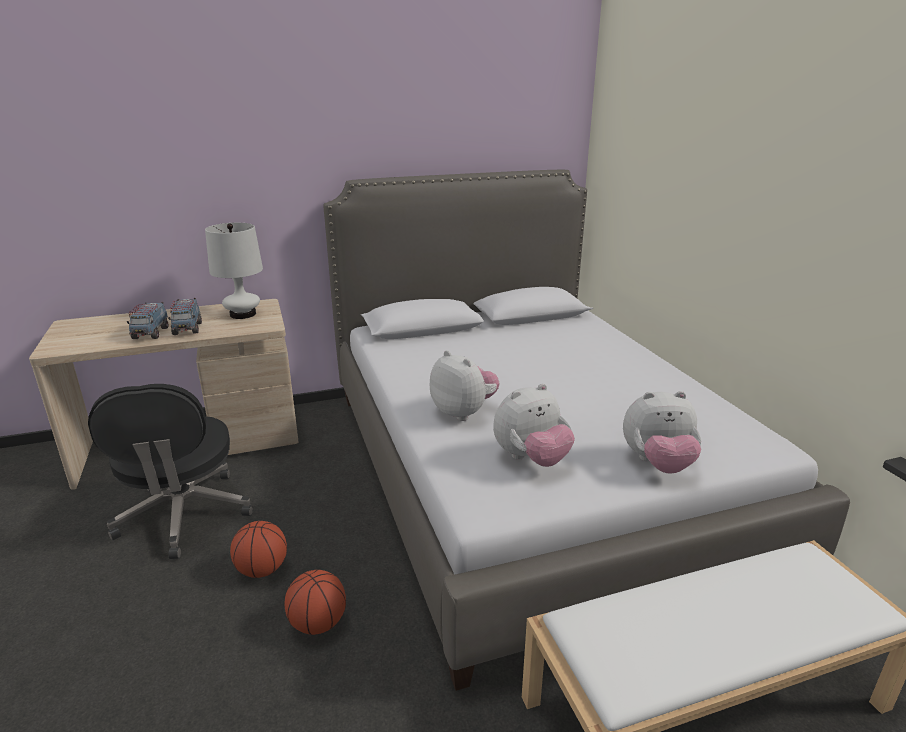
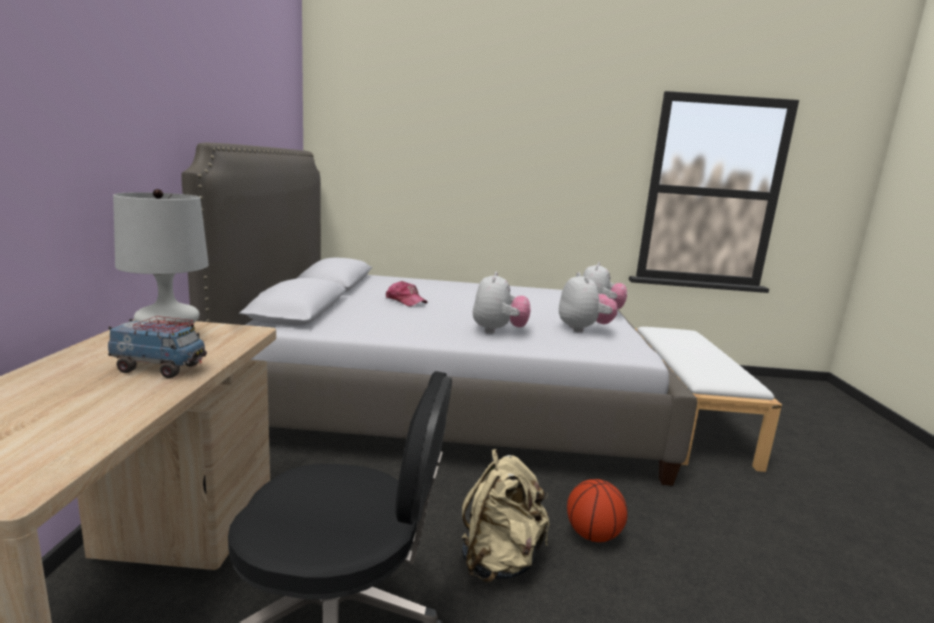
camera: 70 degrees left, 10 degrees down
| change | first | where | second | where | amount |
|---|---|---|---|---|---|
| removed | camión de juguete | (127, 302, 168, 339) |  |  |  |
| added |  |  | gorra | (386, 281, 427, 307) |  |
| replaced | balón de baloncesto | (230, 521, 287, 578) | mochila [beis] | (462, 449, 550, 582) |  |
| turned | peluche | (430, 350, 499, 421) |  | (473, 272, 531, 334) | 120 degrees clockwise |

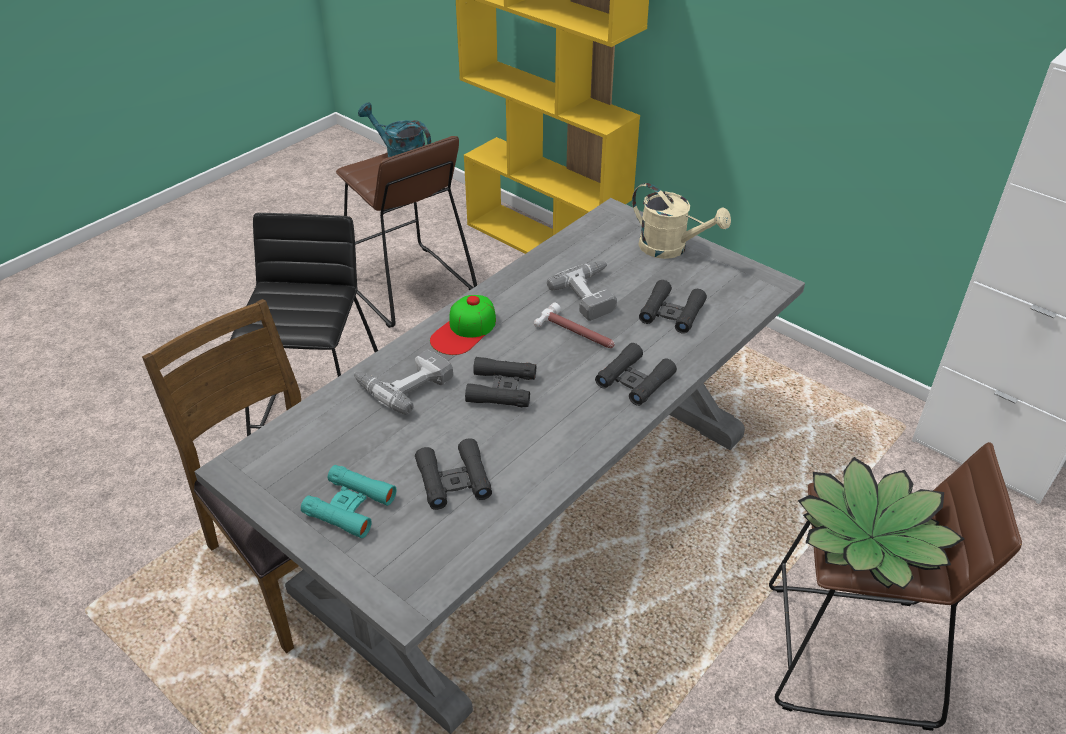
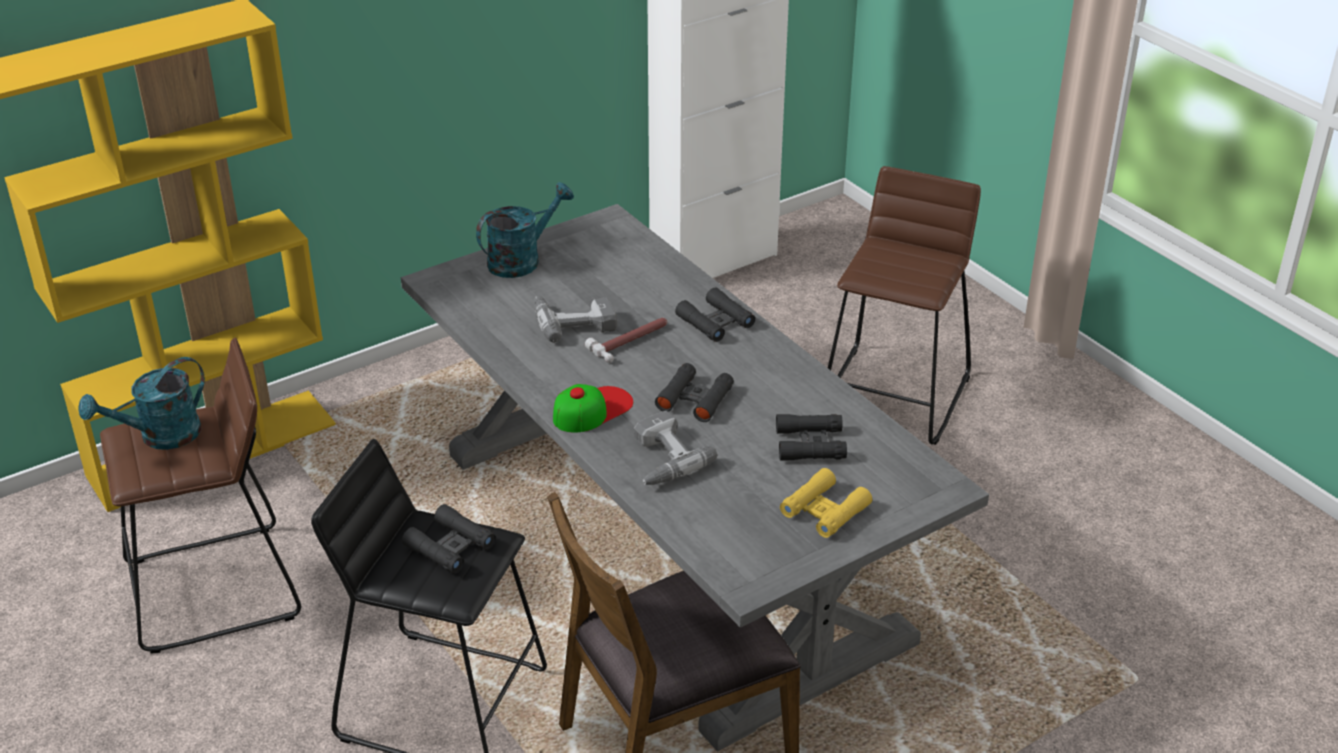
camera: 75 degrees left, 5 degrees down
| change | first | where | second | where | amount |
|---|---|---|---|---|---|
| removed | planta en maceta | (798, 457, 965, 589) |  |  |  |
| moved | prismáticos [negro] | (639, 280, 707, 334) |  | (402, 504, 496, 574) |  |
| recoloured | prismáticos [turquesa] | (301, 465, 396, 538) | prismáticos [amarillo] | (780, 468, 872, 538) |  |
| recoloured | regadera [beis] | (632, 183, 731, 259) | regadera [turquesa] | (476, 182, 574, 278) |  |
| turned | gorra | (430, 295, 496, 355) |  | (553, 384, 633, 433) | 90 degrees counterclockwise |

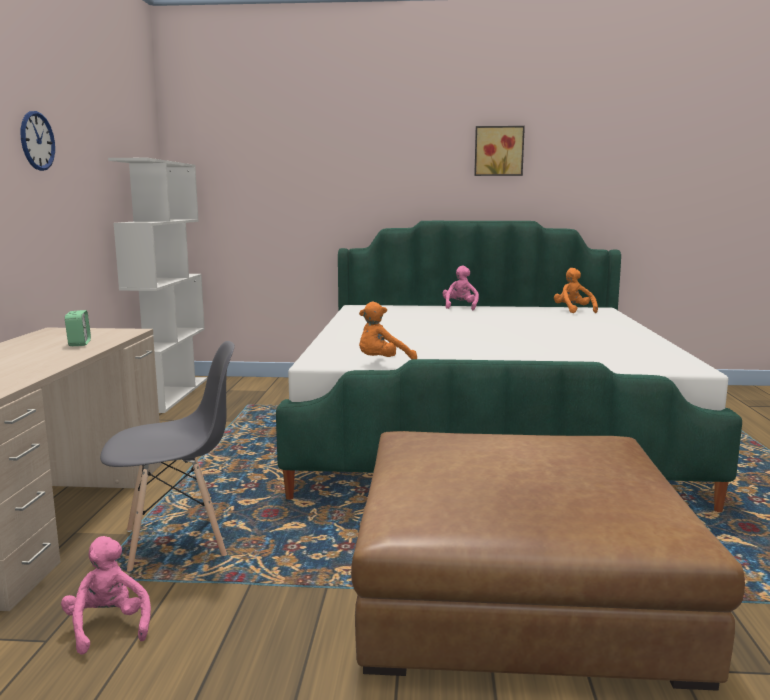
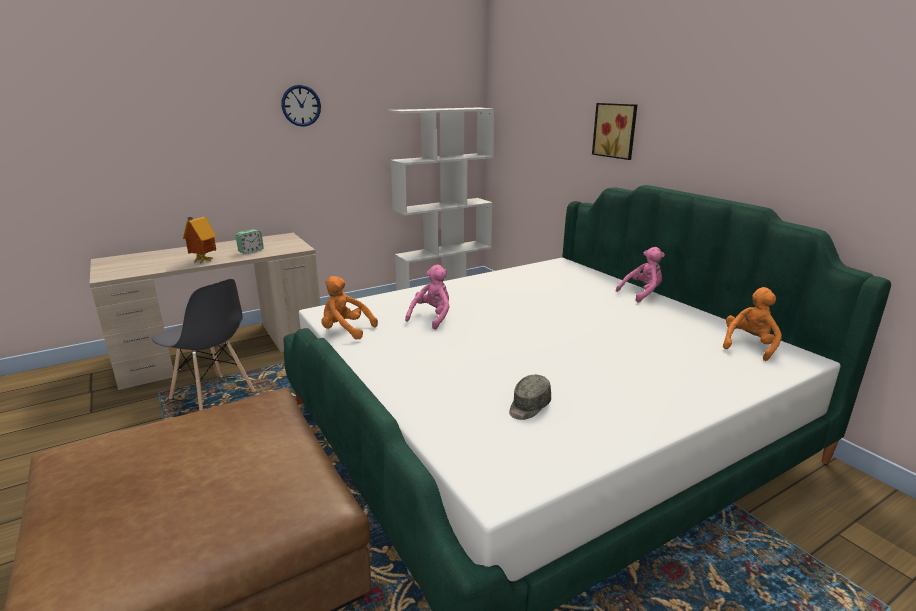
camera: 55 degrees right, 10 degrees up
| change | first | where | second | where | amount |
|---|---|---|---|---|---|
| added |  |  | casita | (183, 217, 216, 263) |  |
| added |  |  | gorra [gris] | (509, 375, 551, 420) |  |
| moved | peluche [rosa] | (61, 536, 151, 655) |  | (405, 264, 449, 330) |  |
| moved | cuadro | (474, 126, 525, 176) |  | (592, 103, 637, 160) |  |

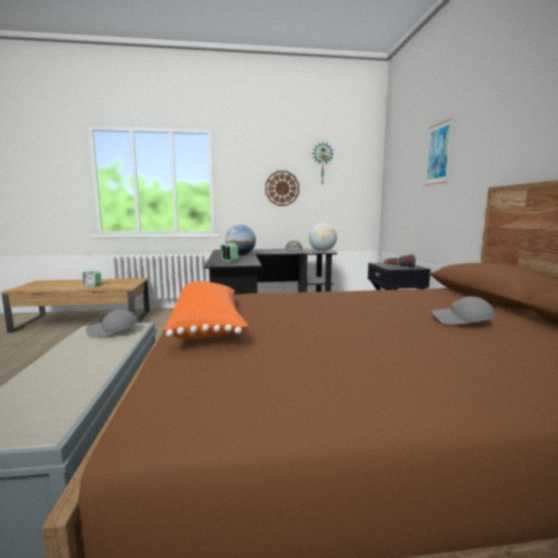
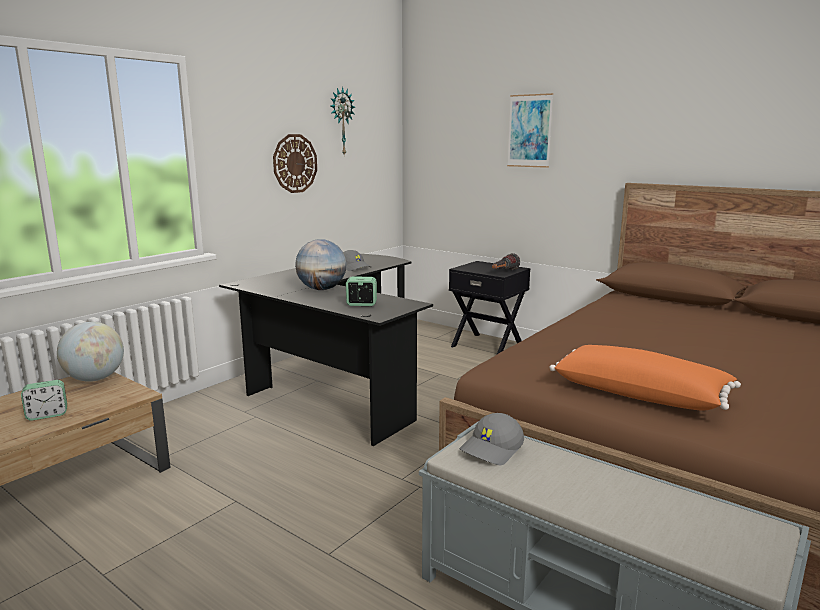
camera: 45 degrees left, 5 degrees up
| change | first | where | second | where | amount |
|---|---|---|---|---|---|
| removed | gorra [gris] | (432, 296, 495, 325) |  |  |  |
| moved | globo terráqueo | (309, 224, 337, 252) |  | (57, 322, 124, 382) |  |

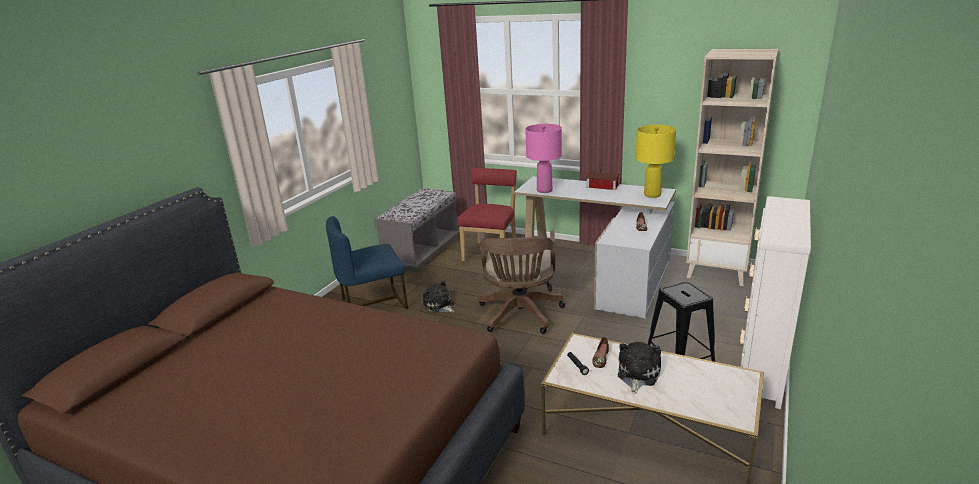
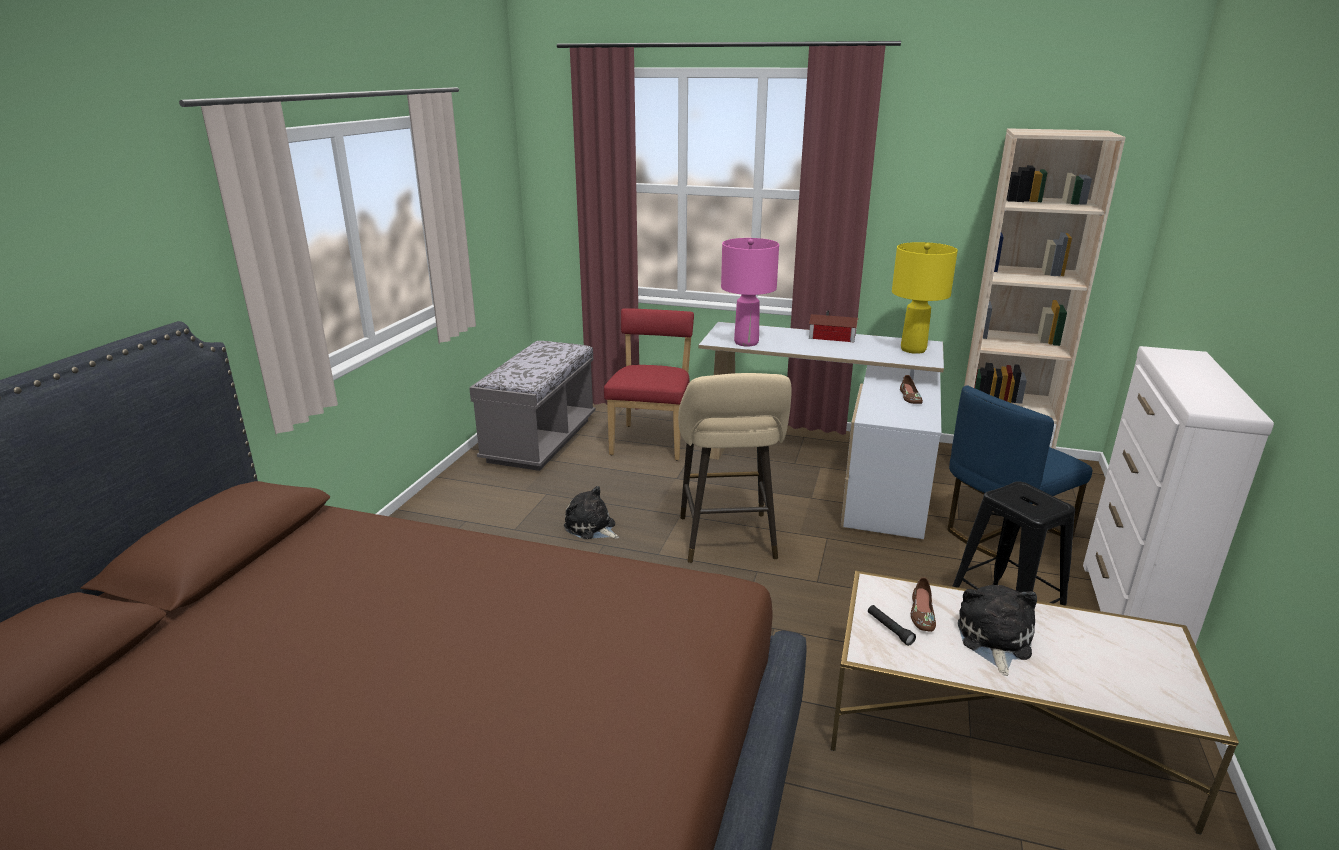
camera: 10 degrees left, 0 degrees up
| change | first | where | second | where | amount |
|---|---|---|---|---|---|
| moved | silla [azul] | (326, 216, 408, 309) |  | (947, 385, 1092, 558) |  |
| replaced | silla de oficina [marrón] | (478, 231, 565, 334) | taburete [beis] | (678, 373, 792, 563) |  |

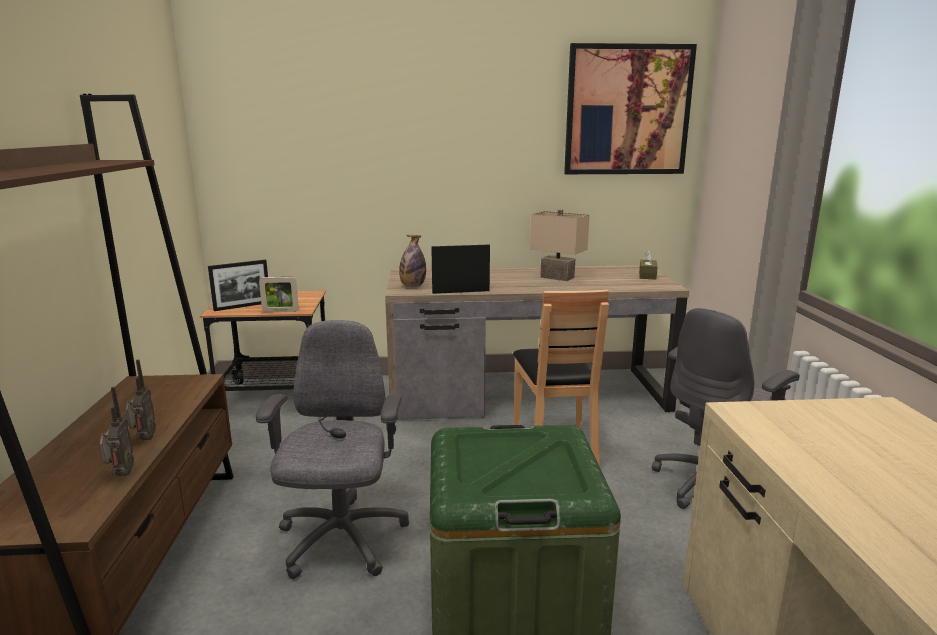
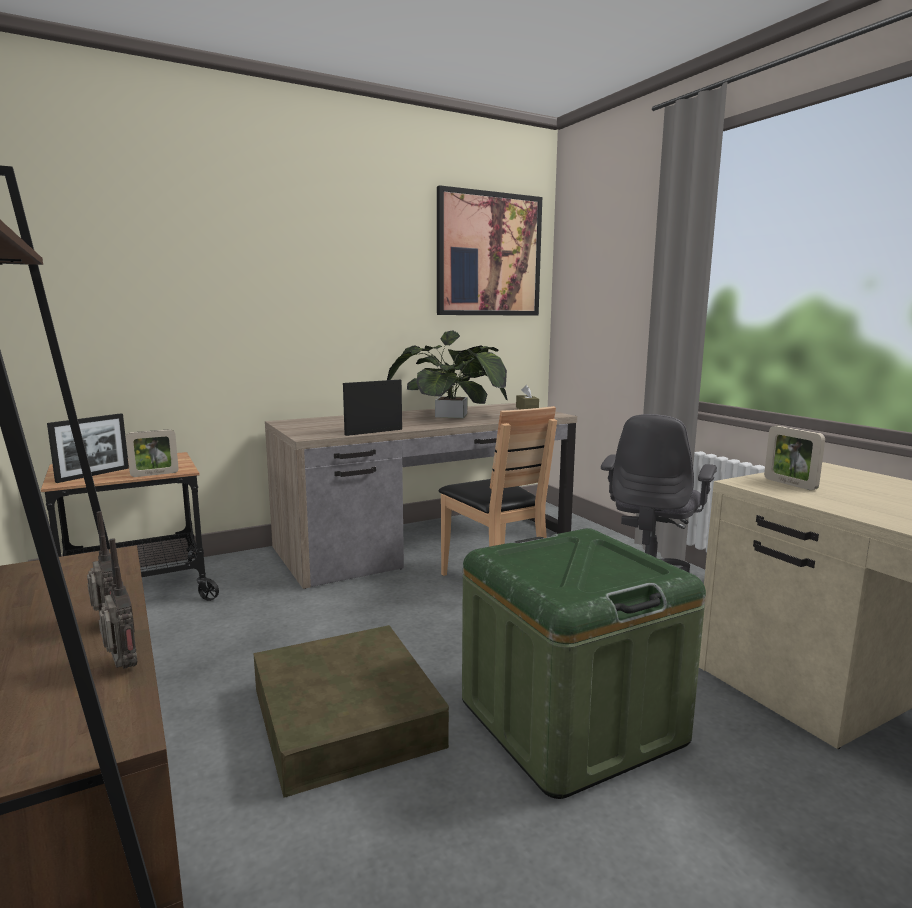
camera: 25 degrees left, 5 degrees down
| change | first | where | second | where | amount |
|---|---|---|---|---|---|
| removed | botella | (399, 235, 426, 287) |  |  |  |
| added |  |  | portarretratos | (764, 426, 825, 490) |  |
| replaced | silla de oficina [gris] | (256, 320, 409, 579) | caja de almacenaje [marrón] | (253, 625, 449, 798) |  |
| replaced | lámpara de mesa [beis] | (530, 209, 590, 281) | planta en maceta | (387, 330, 507, 418) |  |

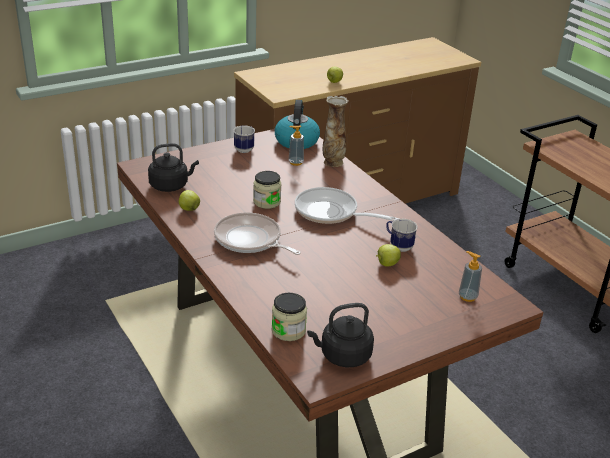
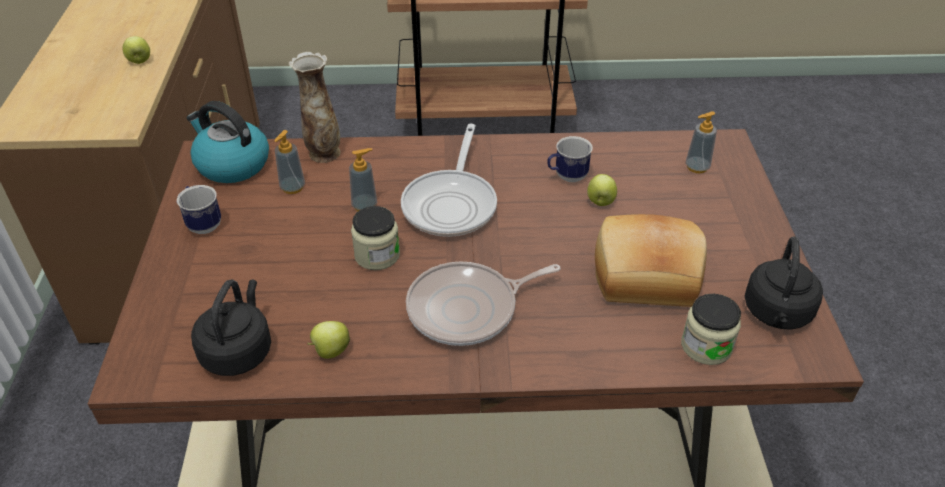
camera: 60 degrees left, 10 degrees up
| change | first | where | second | where | amount |
|---|---|---|---|---|---|
| added |  |  | dispensador de jabón | (349, 148, 377, 211) |  |
| added |  |  | pan | (595, 214, 707, 307) |  |
| turned | sartén | (295, 187, 399, 224) |  | (401, 124, 497, 237) | 45 degrees counterclockwise |

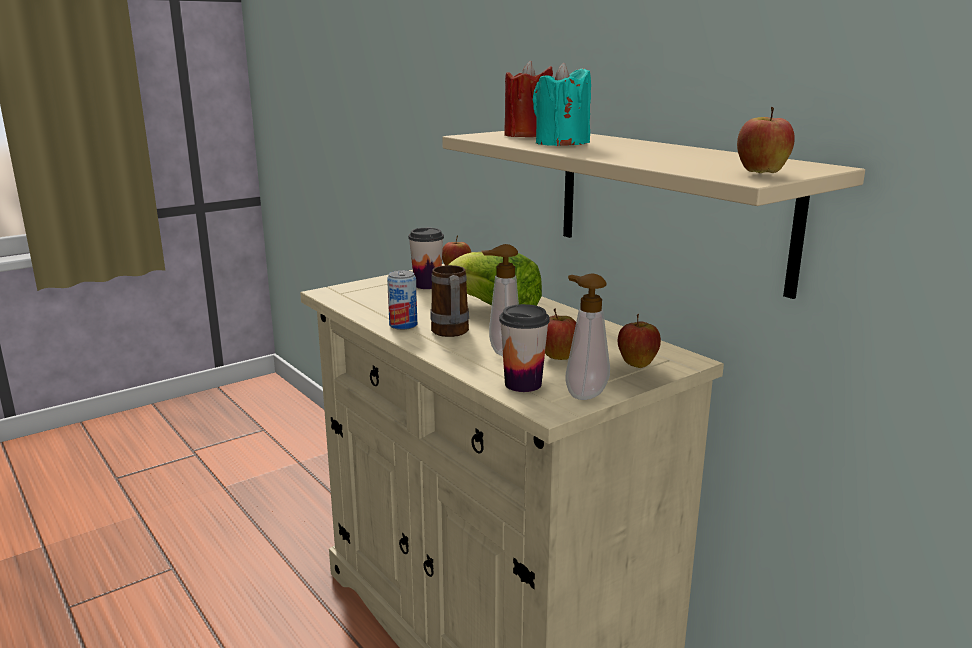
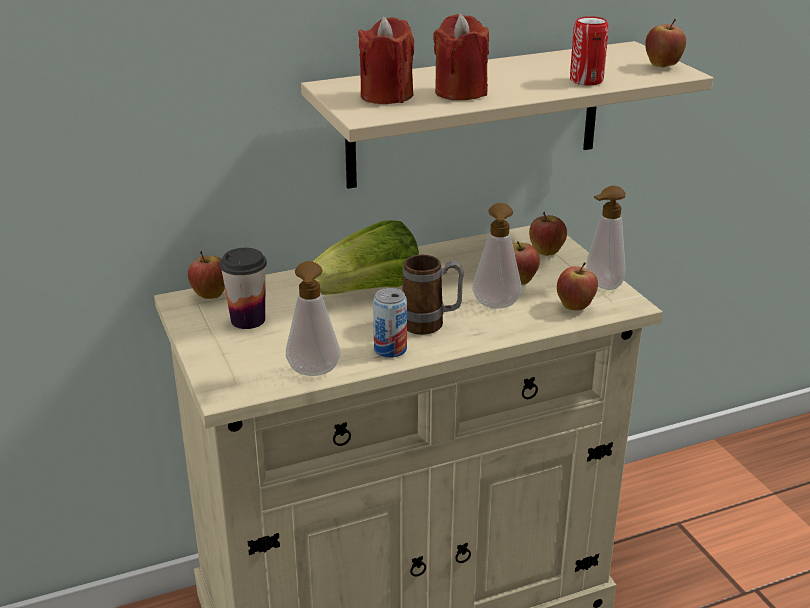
camera: 75 degrees left, 10 degrees up
| change | first | where | second | where | amount |
|---|---|---|---|---|---|
| added |  |  | dispensador de jabón | (286, 261, 340, 376) |  |
| added |  |  | lata | (570, 16, 609, 85) |  |
| replaced | taza | (499, 304, 550, 392) | manzana | (557, 263, 598, 311) |  |
| recoloured | vela [turquesa] | (533, 63, 591, 146) | vela [rojo] | (433, 14, 489, 100) |  |

